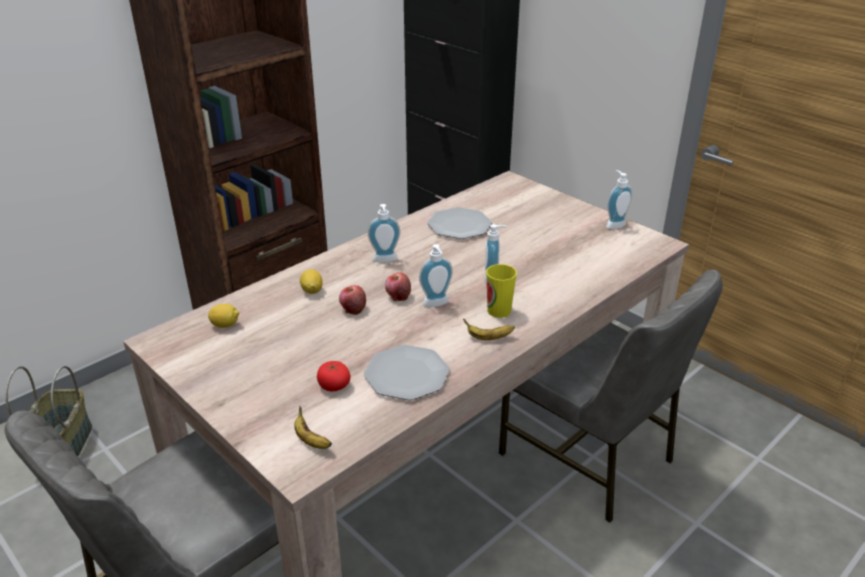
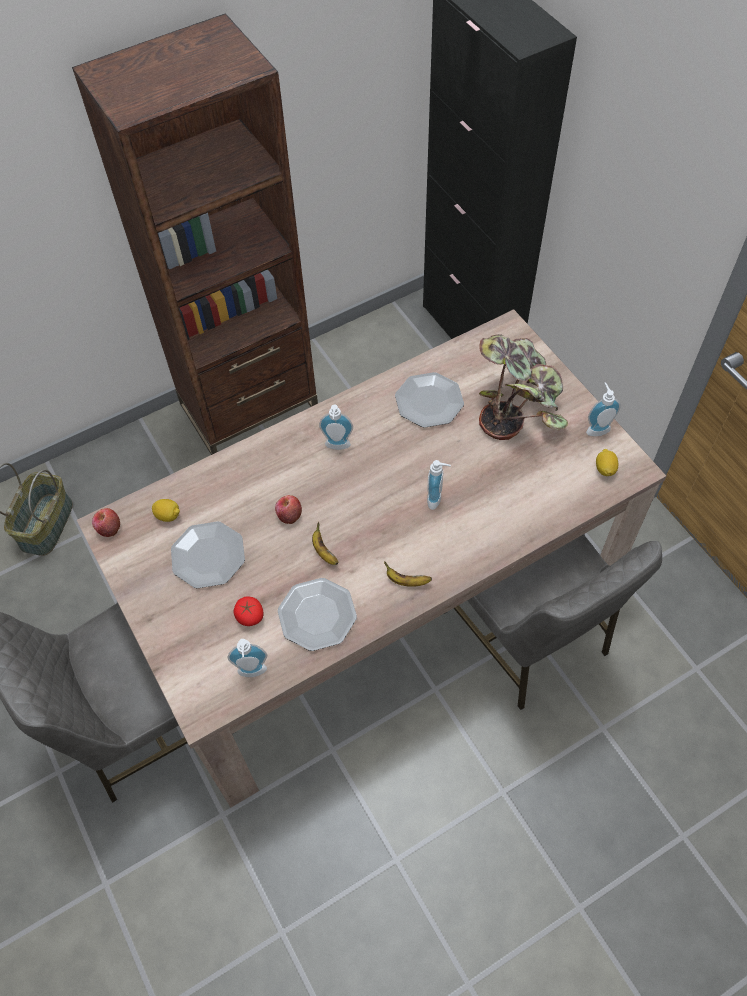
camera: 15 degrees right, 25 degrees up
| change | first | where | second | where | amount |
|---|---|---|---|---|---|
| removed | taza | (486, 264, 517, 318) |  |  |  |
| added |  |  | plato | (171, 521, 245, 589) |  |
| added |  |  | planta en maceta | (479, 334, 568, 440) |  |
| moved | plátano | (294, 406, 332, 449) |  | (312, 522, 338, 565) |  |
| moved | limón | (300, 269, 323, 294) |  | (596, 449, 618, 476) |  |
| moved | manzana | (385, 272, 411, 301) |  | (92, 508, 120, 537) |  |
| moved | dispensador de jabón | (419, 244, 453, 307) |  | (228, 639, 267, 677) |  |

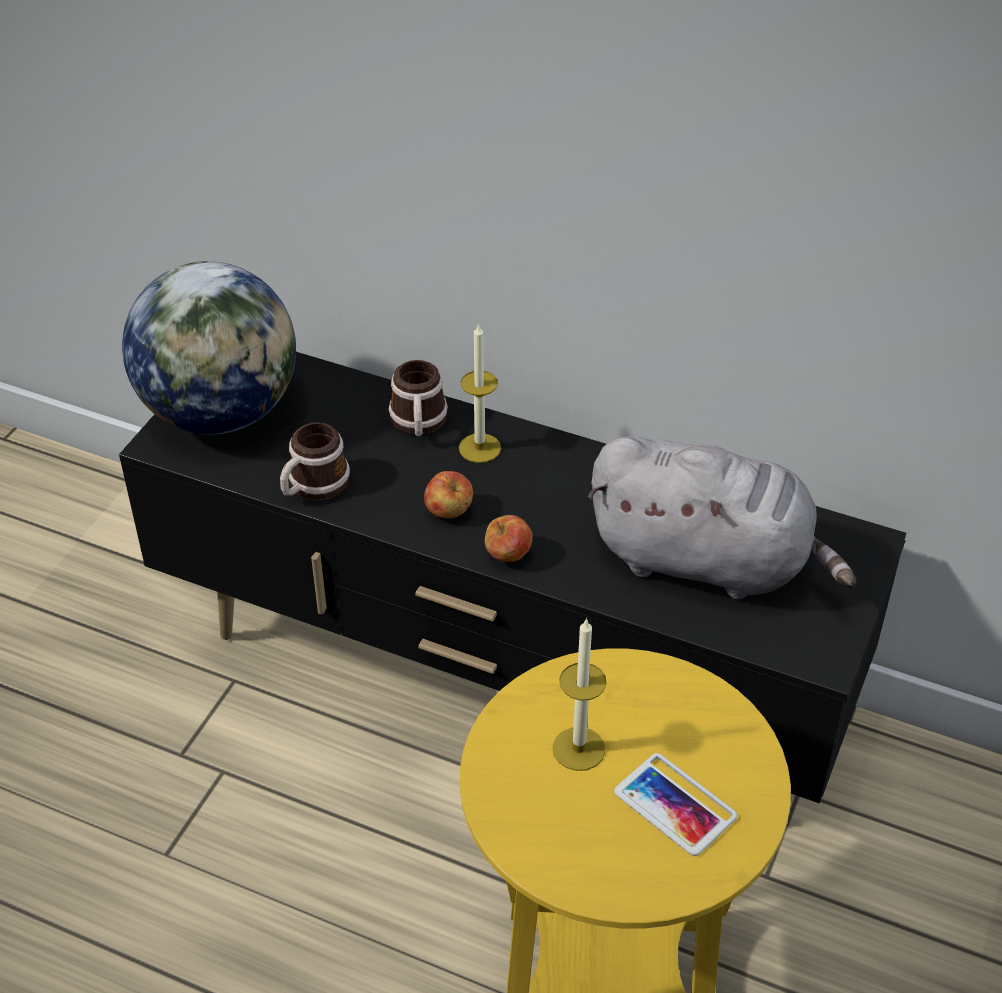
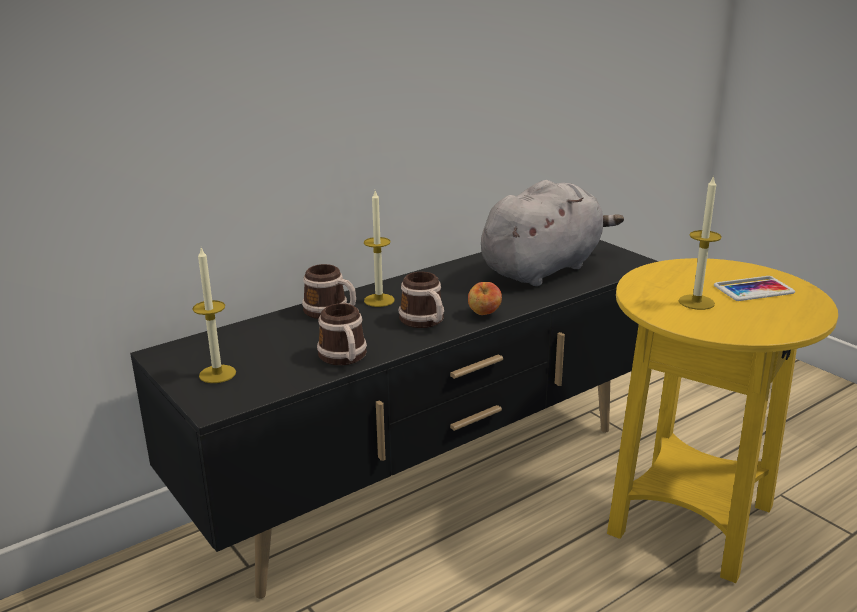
camera: 60 degrees left, 20 degrees down
| change | first | where | second | where | amount |
|---|---|---|---|---|---|
| replaced | globo terráqueo | (122, 261, 296, 435) | vela | (192, 248, 236, 383) |  |
| replaced | manzana | (424, 471, 473, 518) | taza grande | (399, 272, 444, 328) |  |

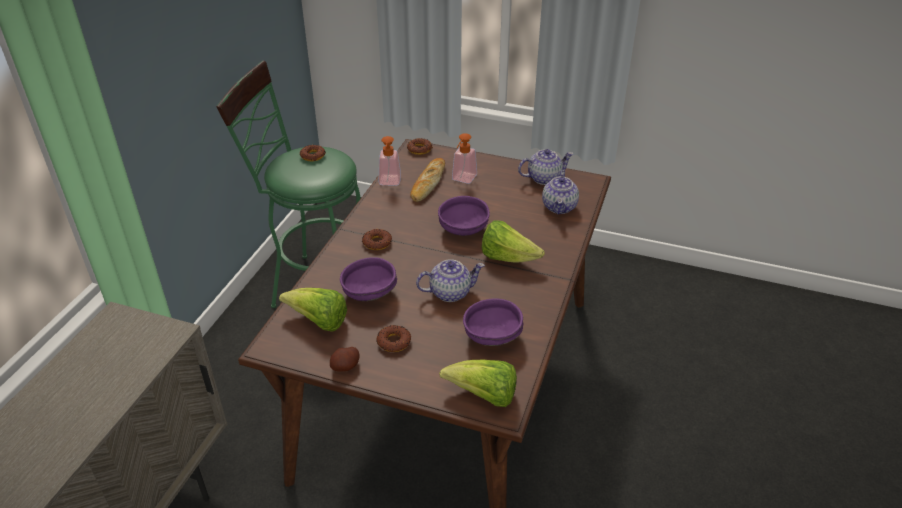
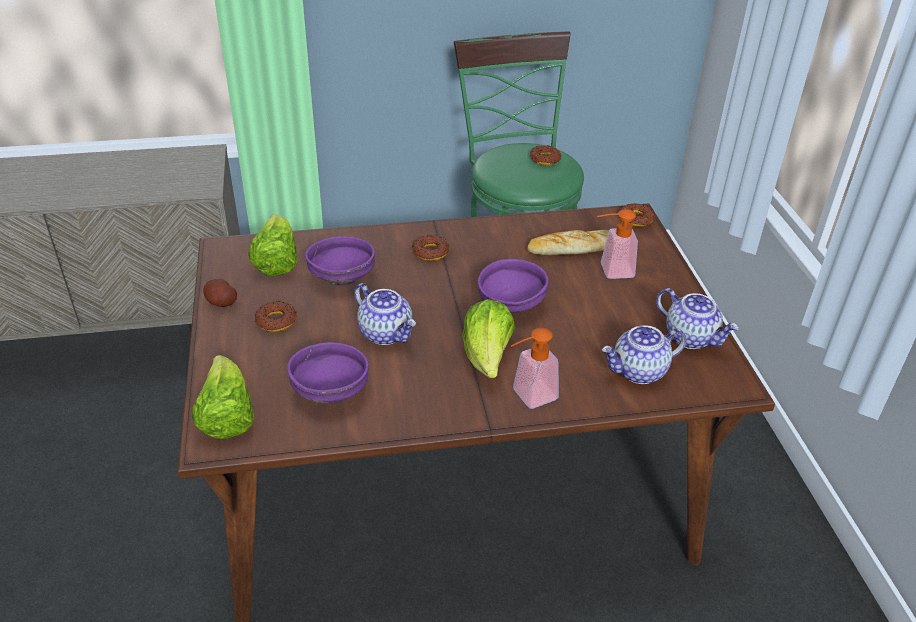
camera: 60 degrees right, 0 degrees up
| change | first | where | second | where | amount |
|---|---|---|---|---|---|
| moved | dispensador de jabón | (379, 136, 401, 185) |  | (511, 328, 559, 409) |  |

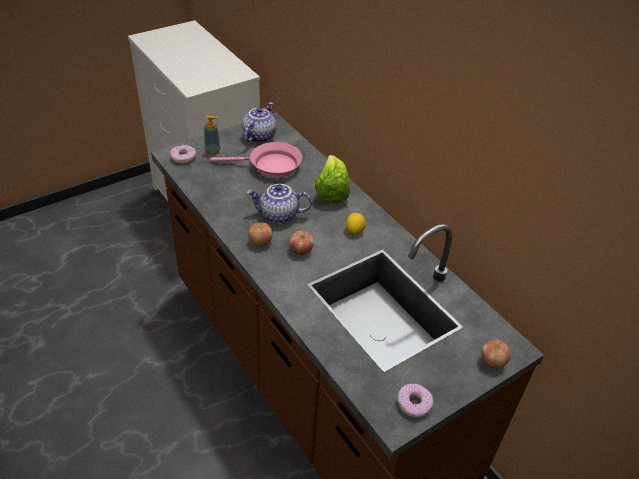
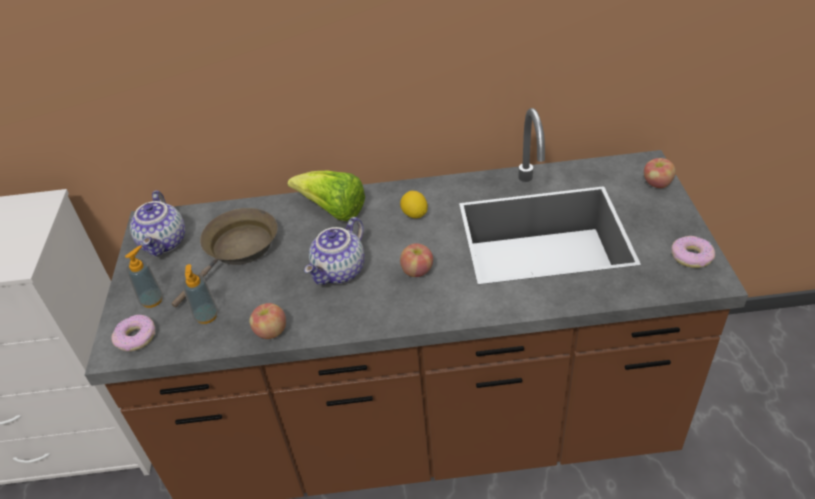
camera: 55 degrees left, 0 degrees up
| change | first | where | second | where | amount |
|---|---|---|---|---|---|
| added |  |  | dispensador de jabón | (182, 264, 218, 324) |  |
| moved | manzana | (248, 222, 273, 246) |  | (249, 303, 286, 339) |  |
| recoloured | sartén [rosa] | (210, 142, 302, 178) | sartén [marrón] | (171, 208, 278, 308) |  |
| turned | tetera | (242, 102, 276, 143) |  | (130, 190, 185, 256) | 150 degrees counterclockwise |

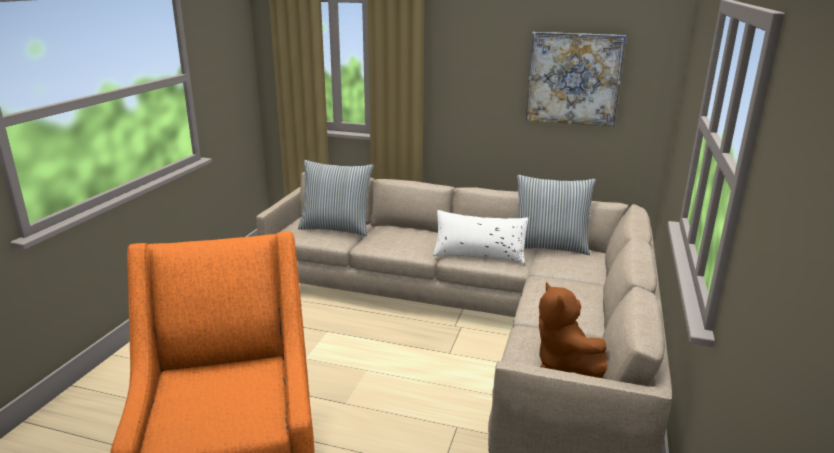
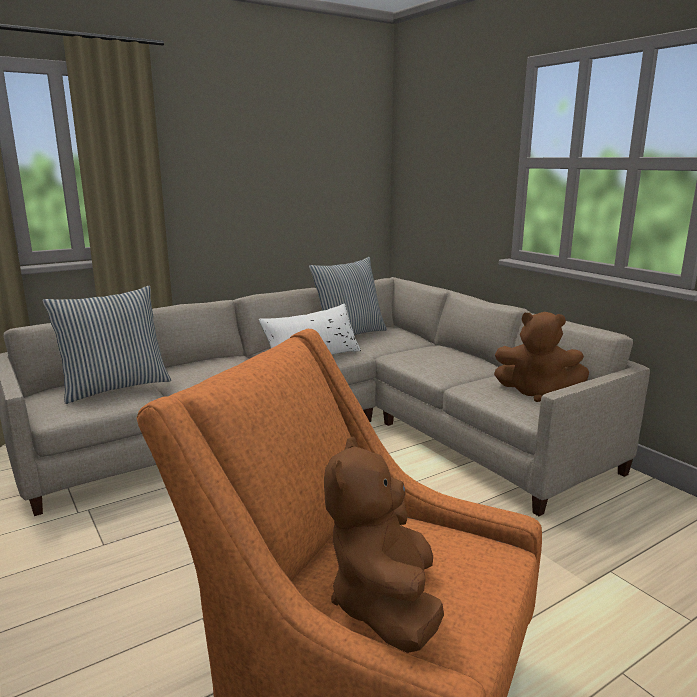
camera: 50 degrees left, 5 degrees down
| change | first | where | second | where | amount |
|---|---|---|---|---|---|
| removed | cuadro | (526, 32, 626, 127) |  |  |  |
| added |  |  | peluche [marrón] | (324, 436, 444, 653) |  |

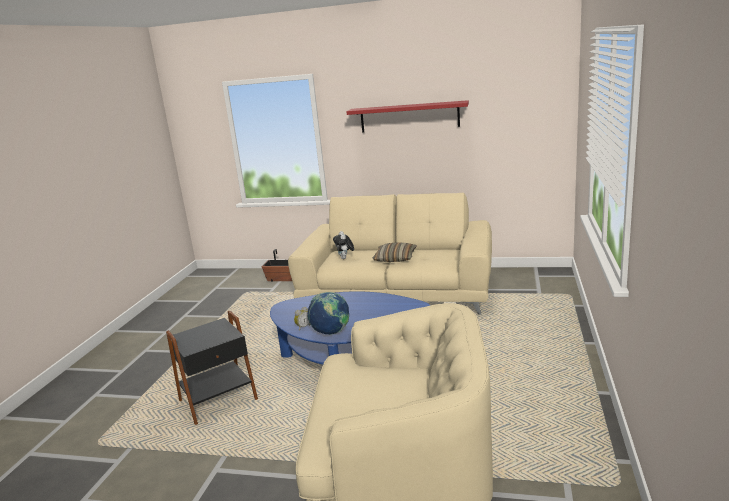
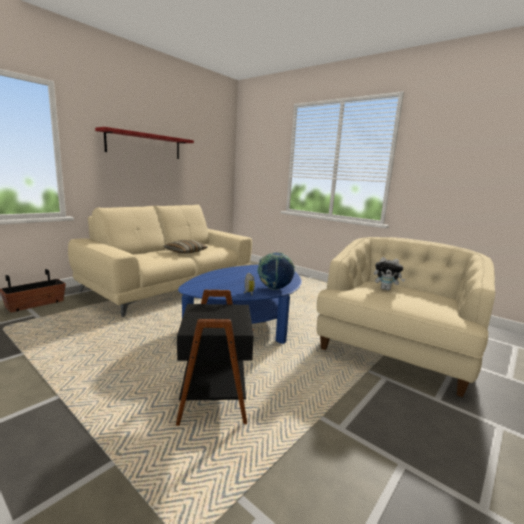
camera: 65 degrees left, 5 degrees down
| change | first | where | second | where | amount |
|---|---|---|---|---|---|
| moved | peluche | (333, 231, 354, 259) |  | (374, 257, 405, 290) |  |

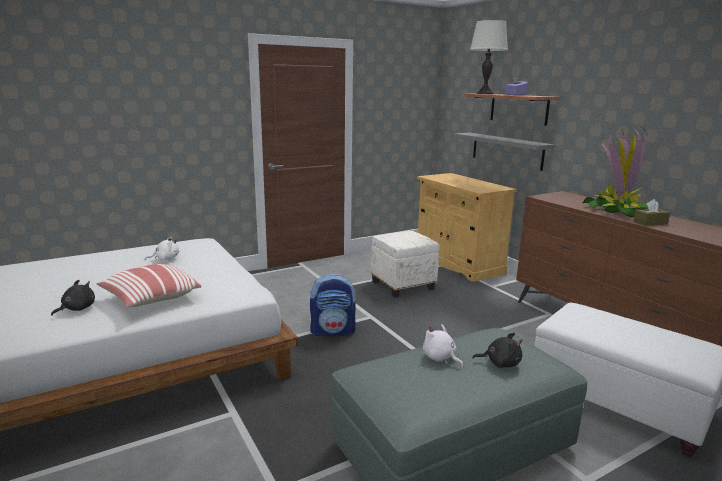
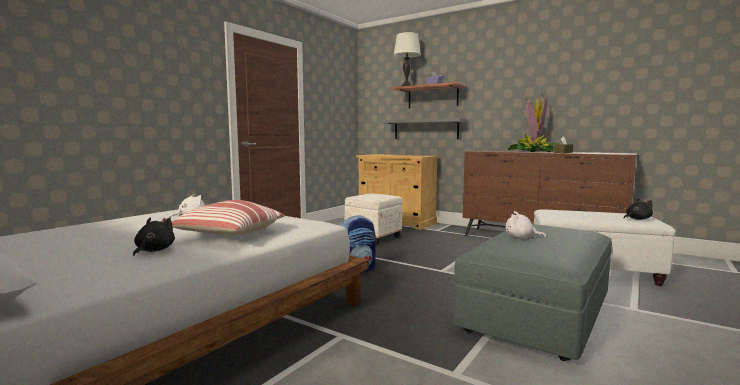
camera: 25 degrees left, 10 degrees down
| change | first | where | second | where | amount |
|---|---|---|---|---|---|
| moved | peluche [negro] | (472, 333, 523, 368) |  | (624, 199, 653, 220) |  |

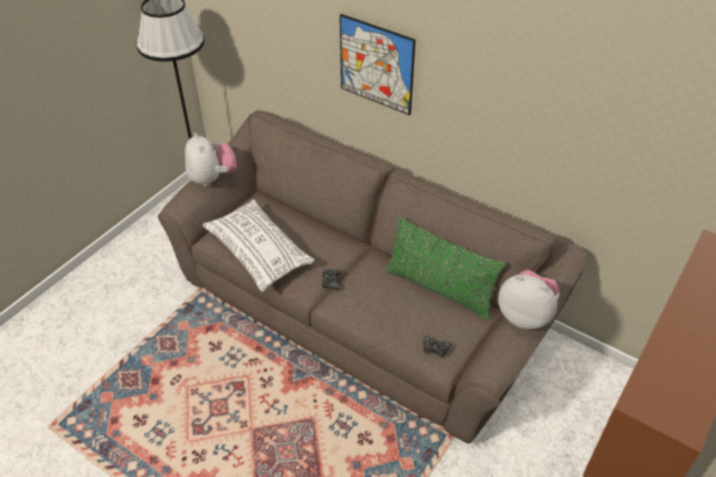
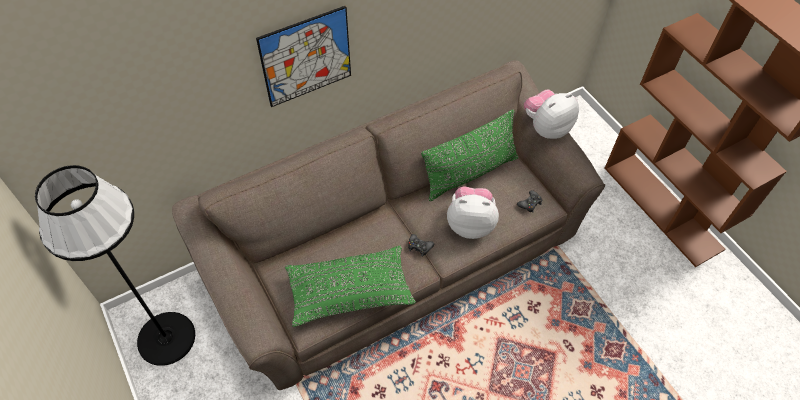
camera: 65 degrees left, 10 degrees up
| change | first | where | second | where | amount |
|---|---|---|---|---|---|
| moved | peluche | (185, 133, 237, 186) |  | (447, 186, 499, 239) |  |
| recoloured | cojín [blanco] | (203, 199, 315, 292) | cojín [verde] | (285, 246, 416, 327) |  |

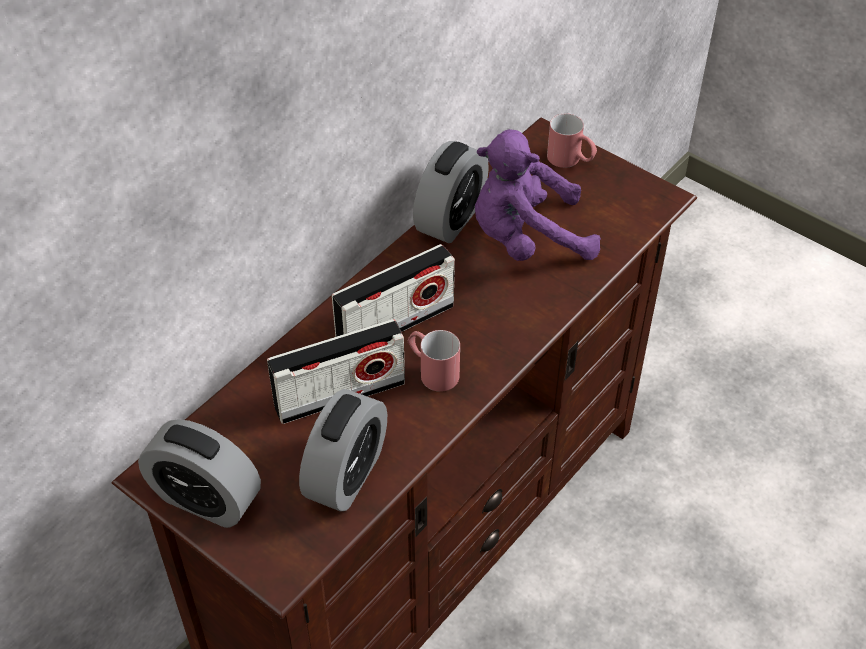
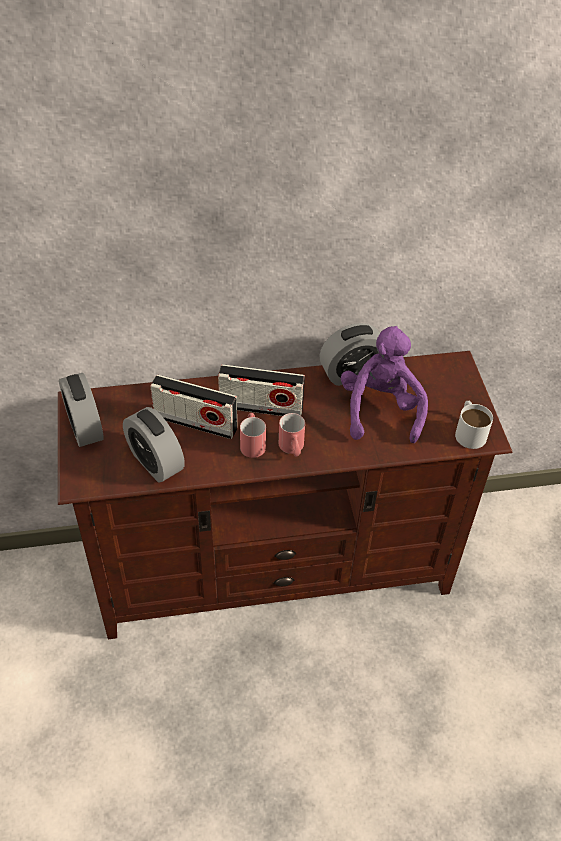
camera: 40 degrees right, 0 degrees up
| change | first | where | second | where | amount |
|---|---|---|---|---|---|
| added |  |  | taza grande [blanco] | (455, 401, 493, 449) |  |
| moved | taza grande [rojo] | (547, 113, 597, 168) |  | (279, 413, 305, 457) |  |
| turned | despertador | (299, 389, 387, 512) |  | (123, 407, 185, 483) | 75 degrees clockwise |
| turned | peluche [morado] | (475, 129, 601, 261) |  | (341, 326, 428, 443) | 60 degrees clockwise |

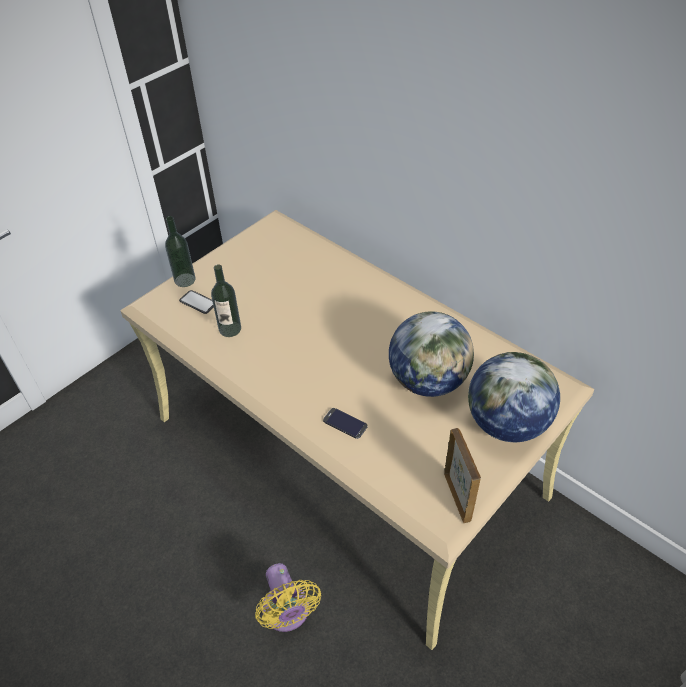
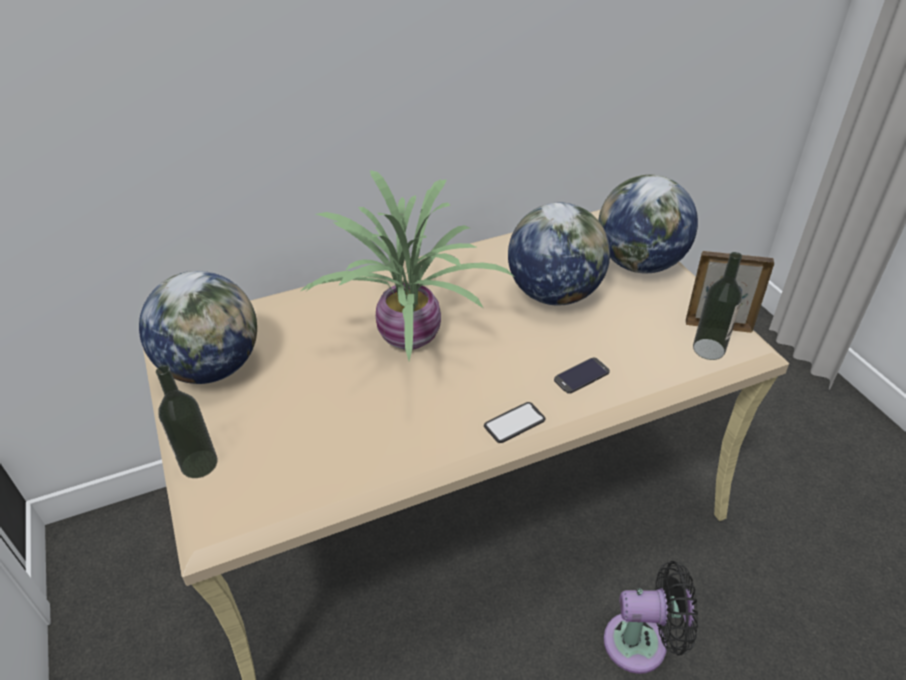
camera: 65 degrees left, 5 degrees down
| change | first | where | second | where | amount |
|---|---|---|---|---|---|
| added |  |  | globo terráqueo | (139, 271, 257, 384) |  |
| added |  |  | planta en maceta | (301, 170, 516, 361) |  |
| moved | móvil | (179, 290, 214, 314) |  | (484, 402, 546, 443) |  |
| moved | botella | (211, 264, 241, 337) |  | (693, 252, 742, 360) |  |
| recoloured | ventilador [amarillo] | (255, 563, 321, 632) | ventilador [negro] | (603, 561, 698, 674) |  |

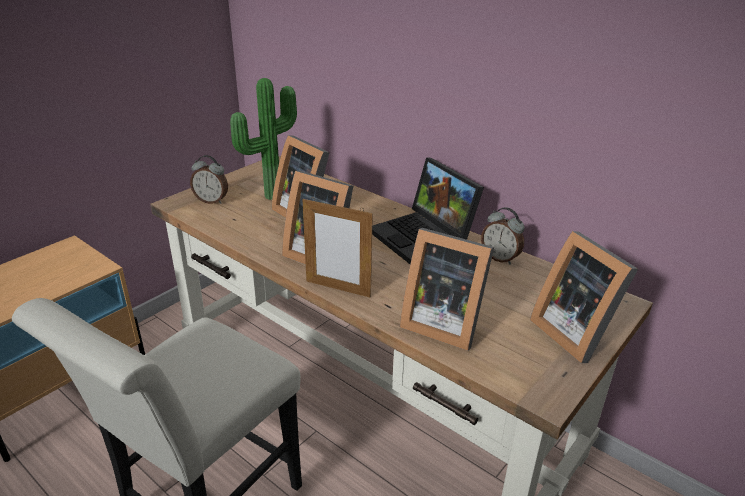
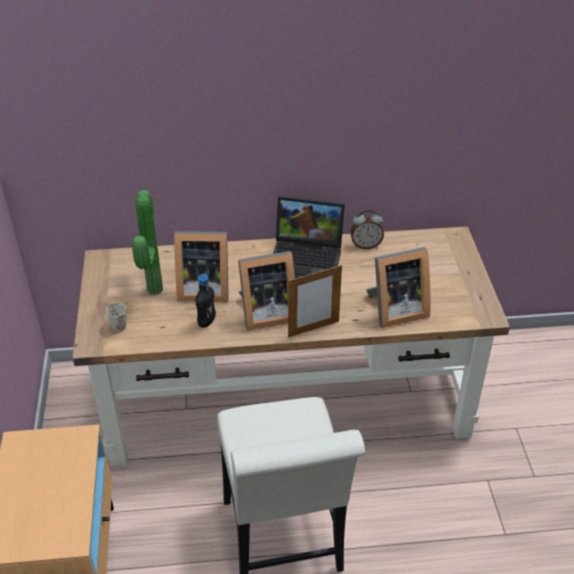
camera: 45 degrees left, 10 degrees up
| change | first | where | second | where | amount |
|---|---|---|---|---|---|
| removed | portarretratos | (530, 231, 638, 363) |  |  |  |
| added |  |  | botella [negro] | (195, 275, 216, 328) |  |
| replaced | despertador | (190, 155, 228, 204) | taza grande [blanco] | (106, 303, 126, 332) |  |

